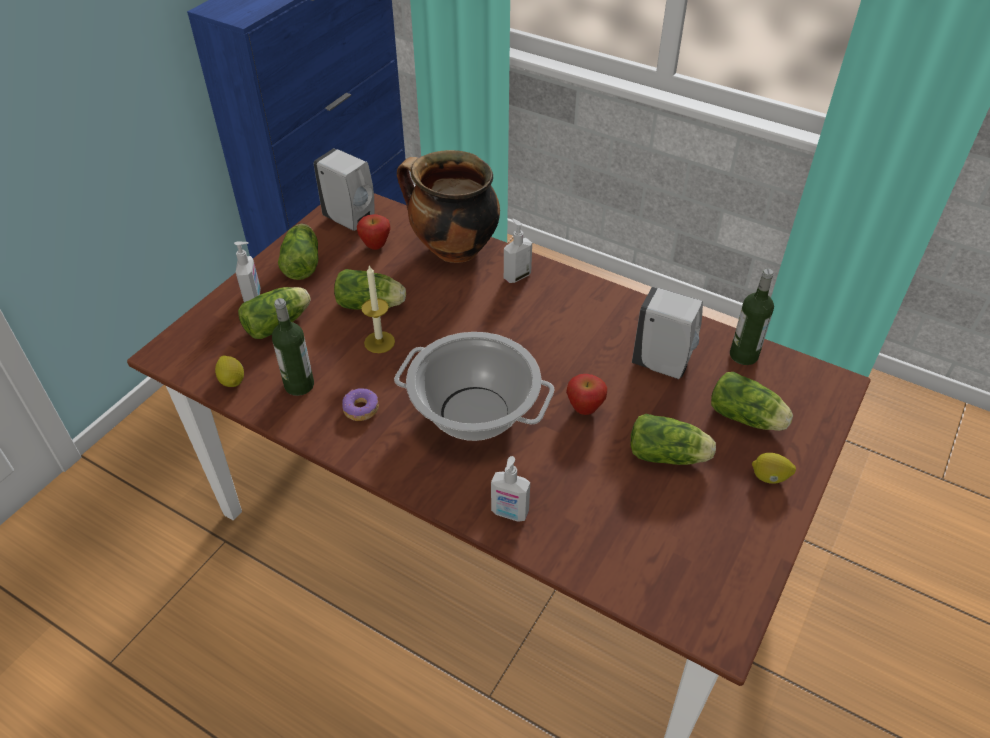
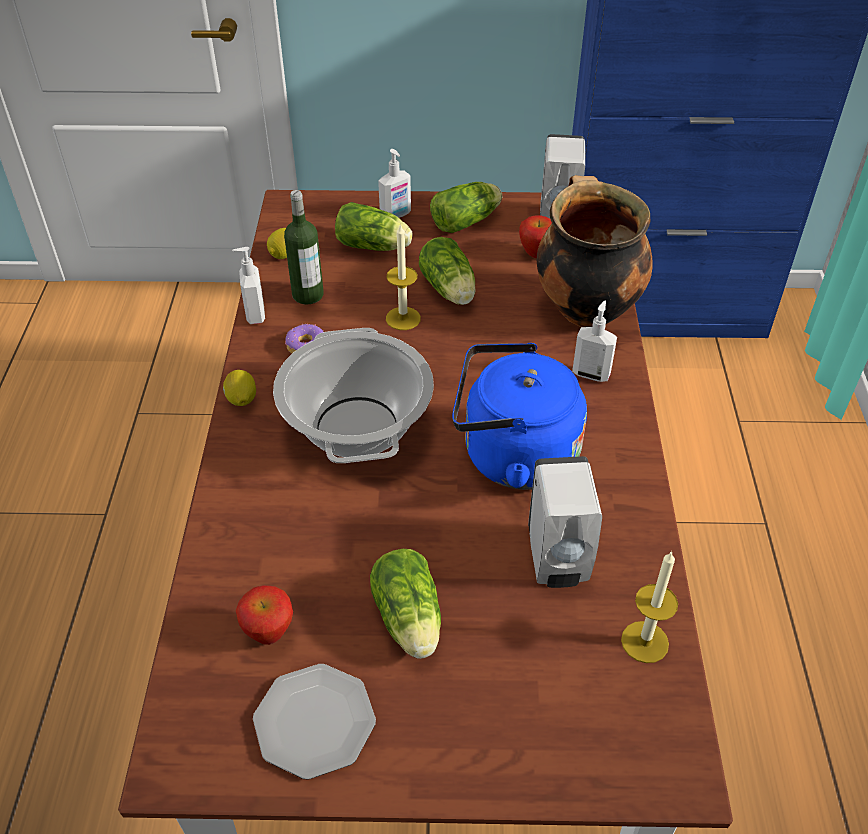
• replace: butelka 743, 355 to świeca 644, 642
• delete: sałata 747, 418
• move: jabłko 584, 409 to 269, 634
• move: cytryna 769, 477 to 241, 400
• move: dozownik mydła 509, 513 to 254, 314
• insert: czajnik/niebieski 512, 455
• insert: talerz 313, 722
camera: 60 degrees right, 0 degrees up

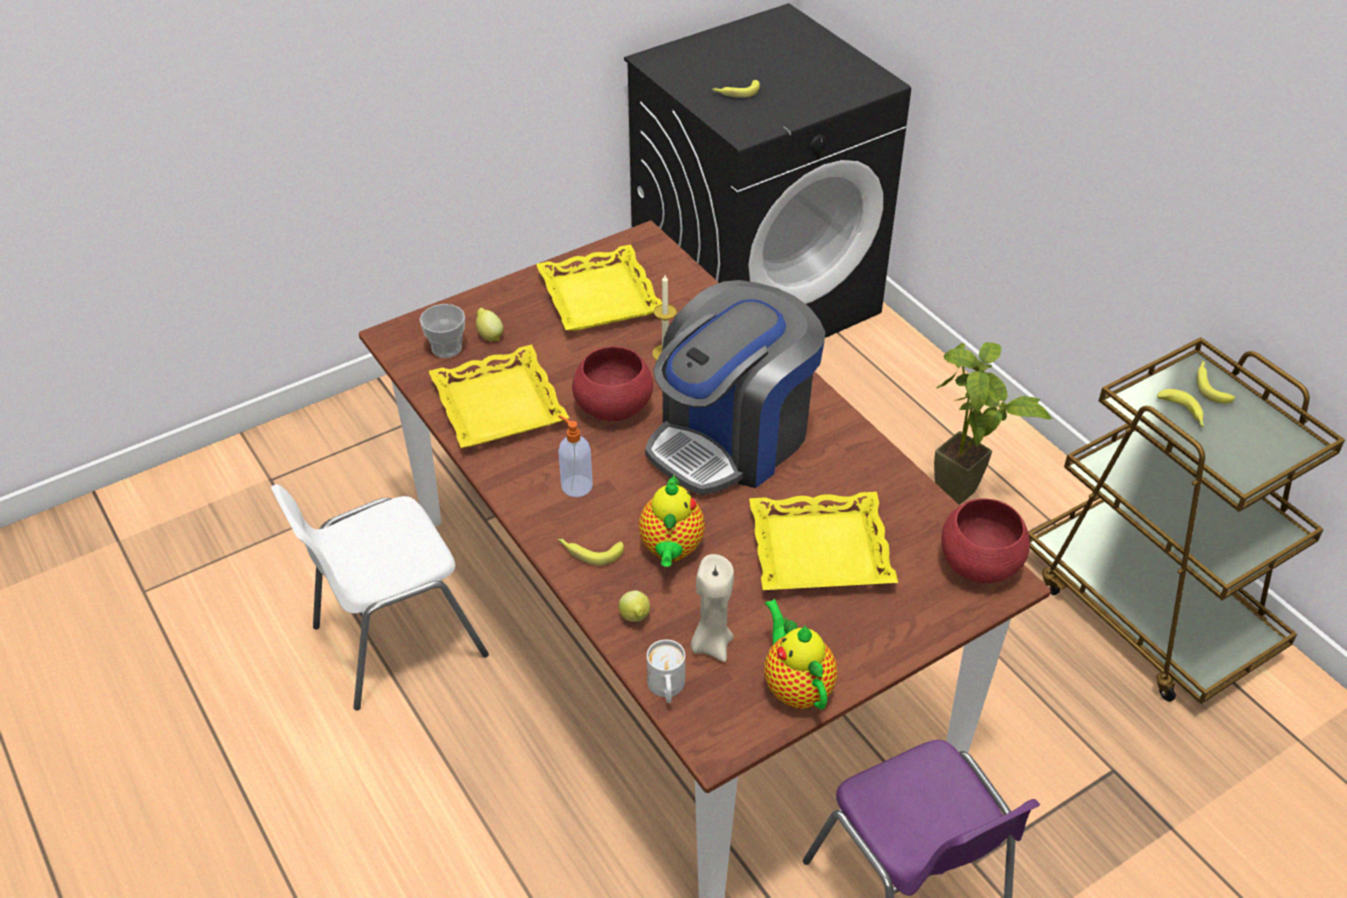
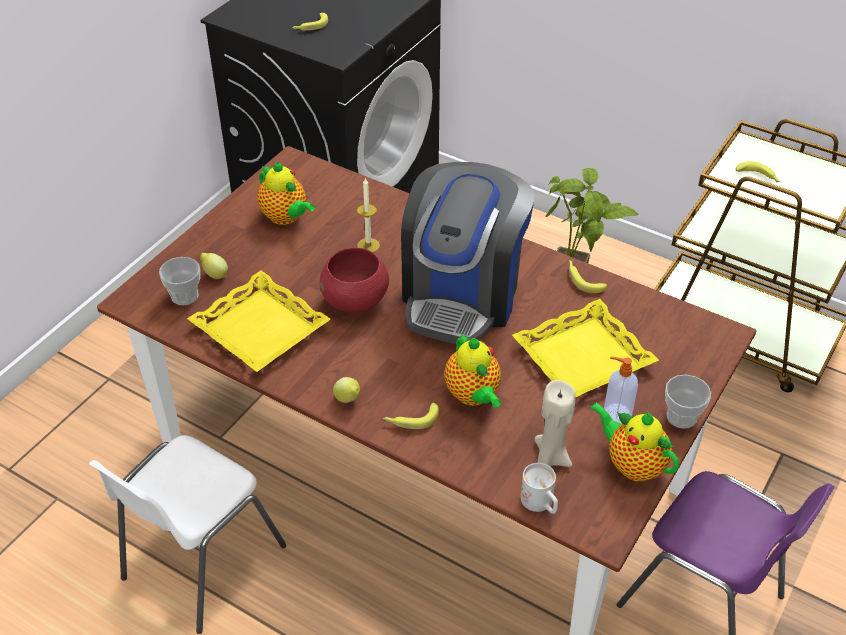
• replace: taca/żółty 598, 297 to imbryk 286, 217
• move: banan 1210, 385 to 583, 279
• move: dozownik mydła 576, 485 to 616, 413
• delete: miska/czerwony 978, 564
• move: cytryna 635, 618 to 348, 400
• insert: filiżanka 681, 417
camera: 25 degrees left, 0 degrees up

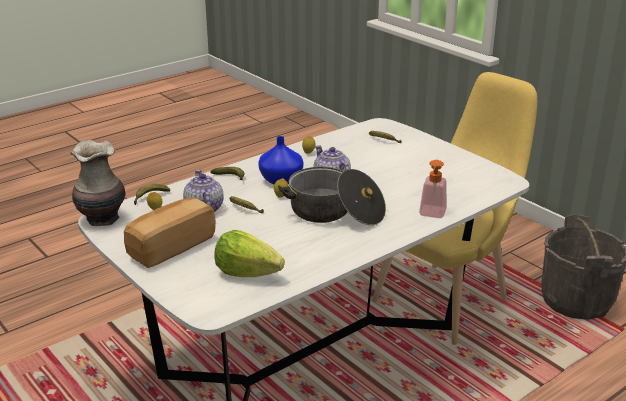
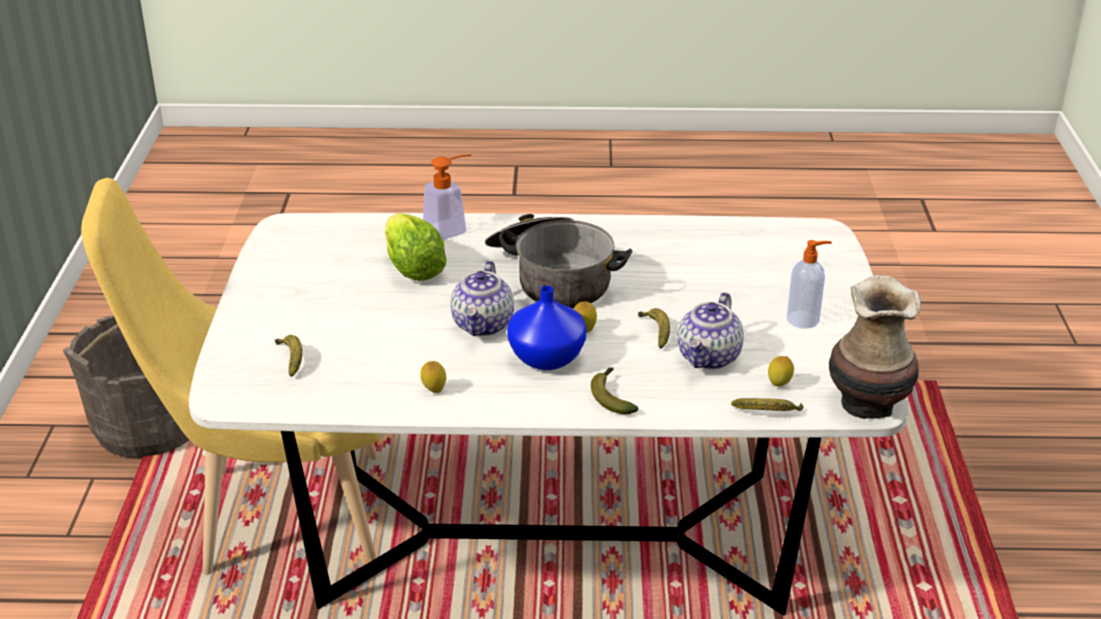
• replace: chleb 170, 247 to dozownik mydła 804, 320
• move: sałata 247, 273 to 413, 269
camera: 140 degrees left, 5 degrees up

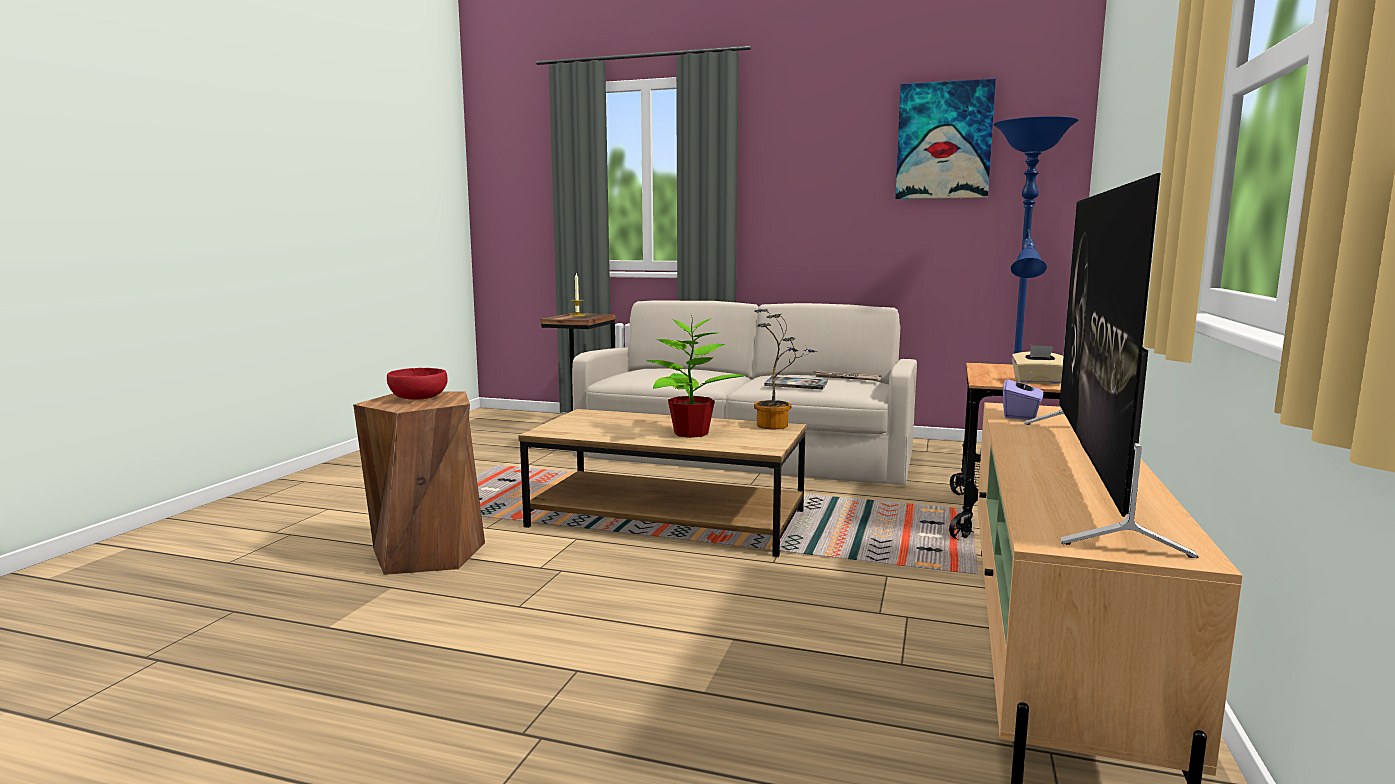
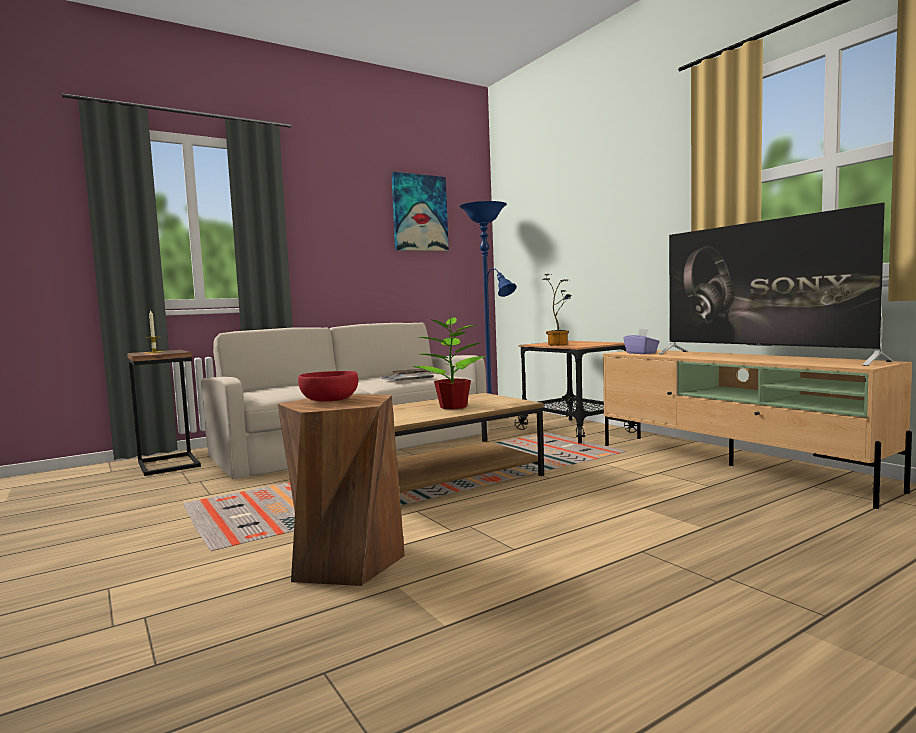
• move: roślina doniczkowa 777, 426 to 559, 344
• delete: pudełko chusteczek/beżowy 1037, 382
camera: 50 degrees left, 5 degrees down

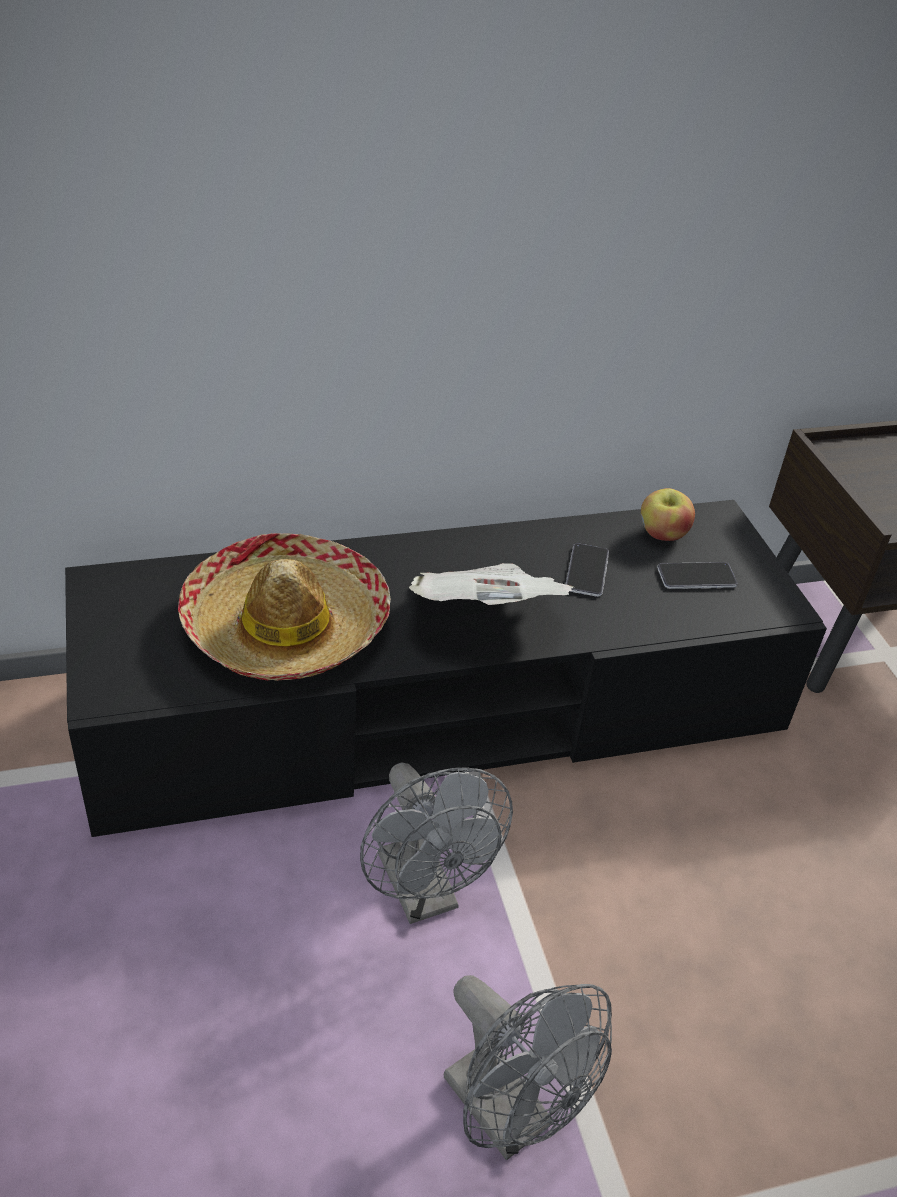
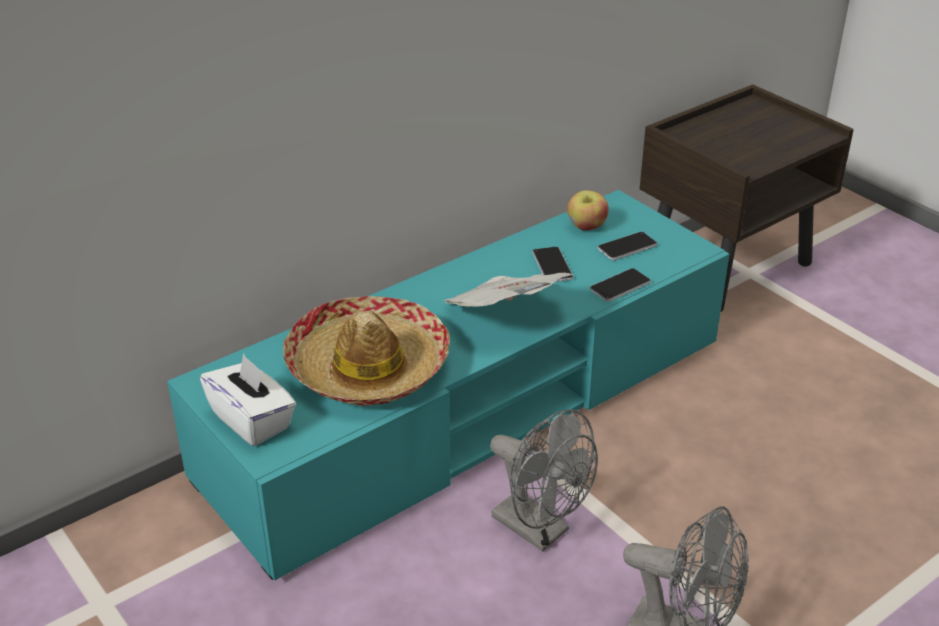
• recolor: szafka pod telewizor/czarny 438, 709 to szafka pod telewizor/turkusowy 469, 409
• insert: telefon 620, 286
• insert: pudełko chusteczek/biały 252, 420
camera: 20 degrees left, 5 degrees down

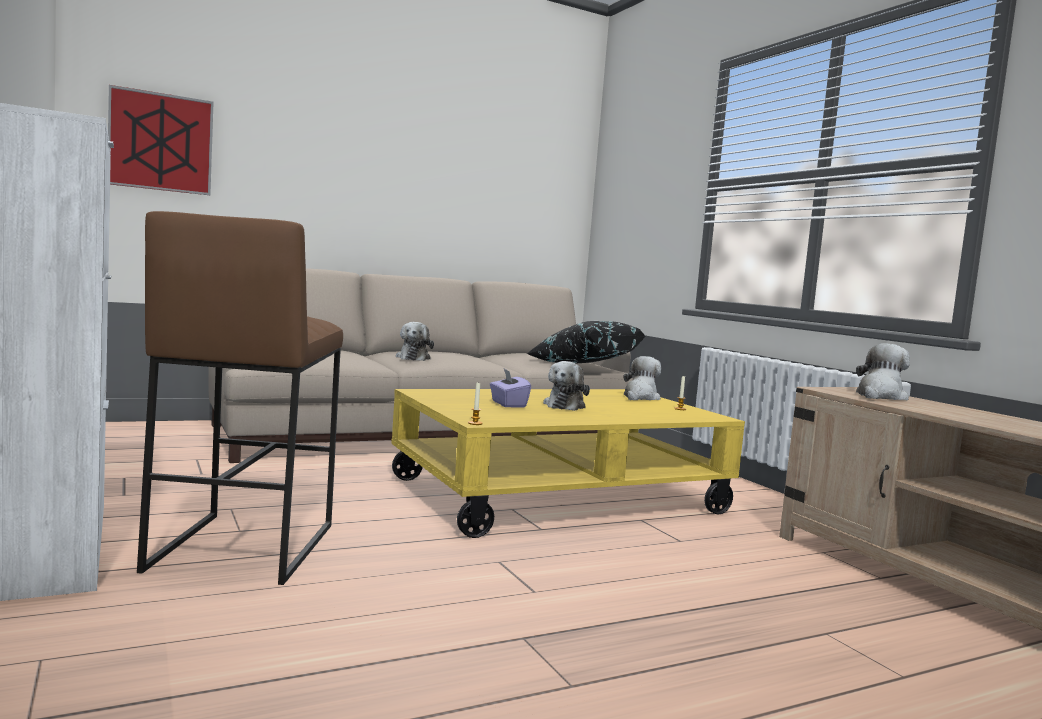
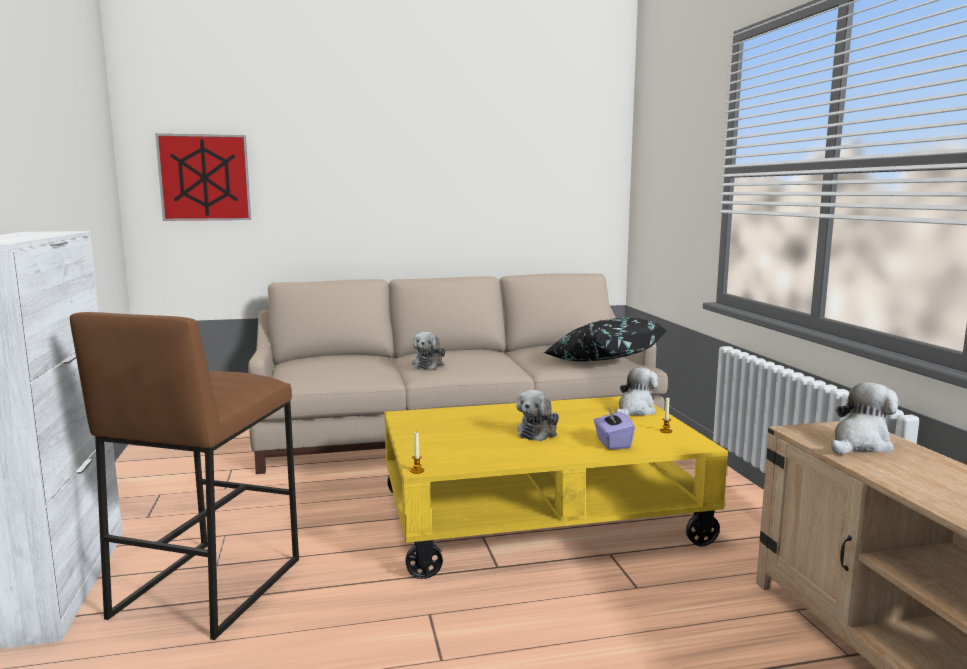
• move: pudełko chusteczek/fioletowy 508, 404 to 612, 443
camera: 15 degrees right, 5 degrees up

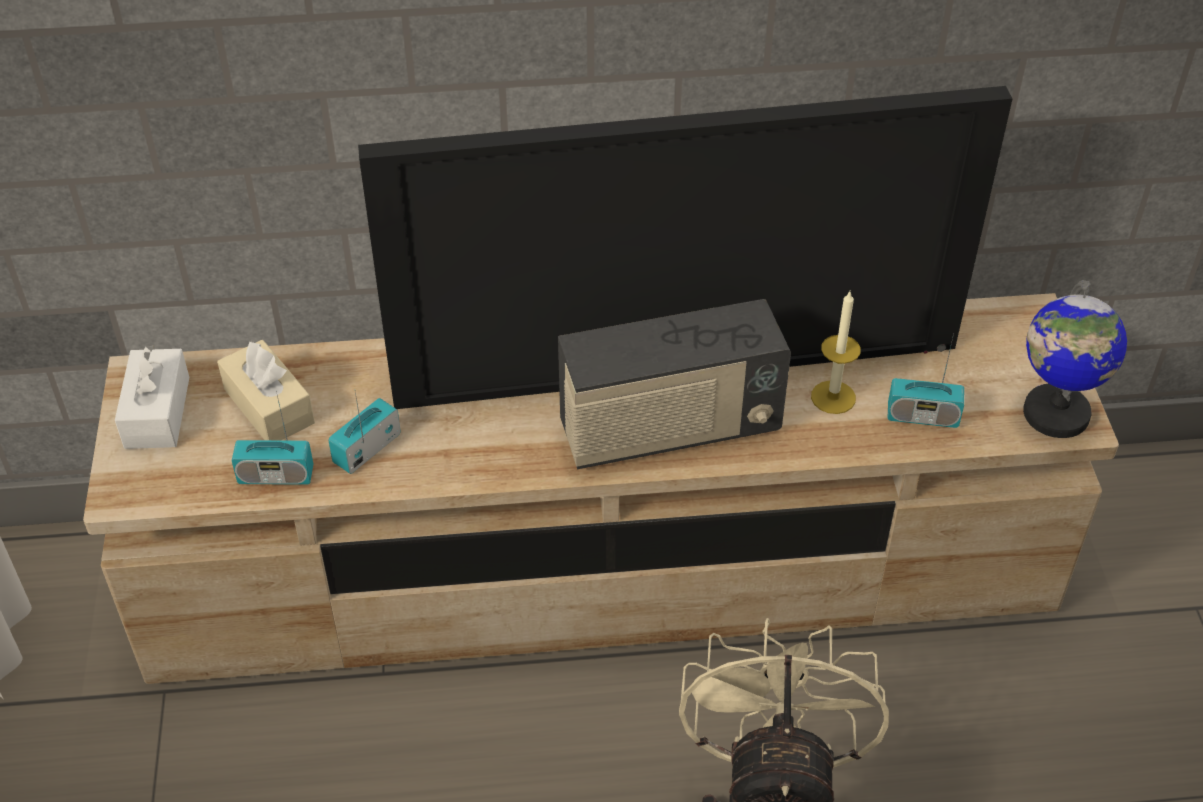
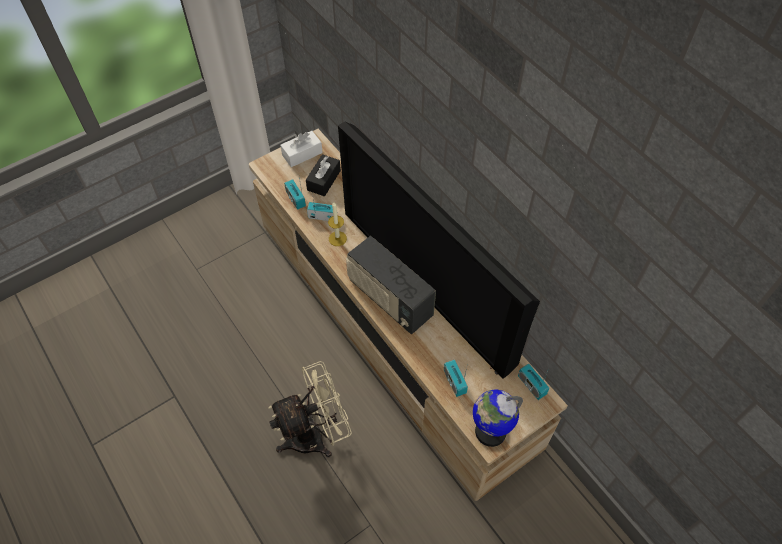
• move: świeca 833, 397 to 337, 238
• recolor: pudełko chusteczek/beżowy 269, 406 to pudełko chusteczek/czarny 324, 180
• insert: radio 531, 385
camera: 60 degrees right, 10 degrees up

